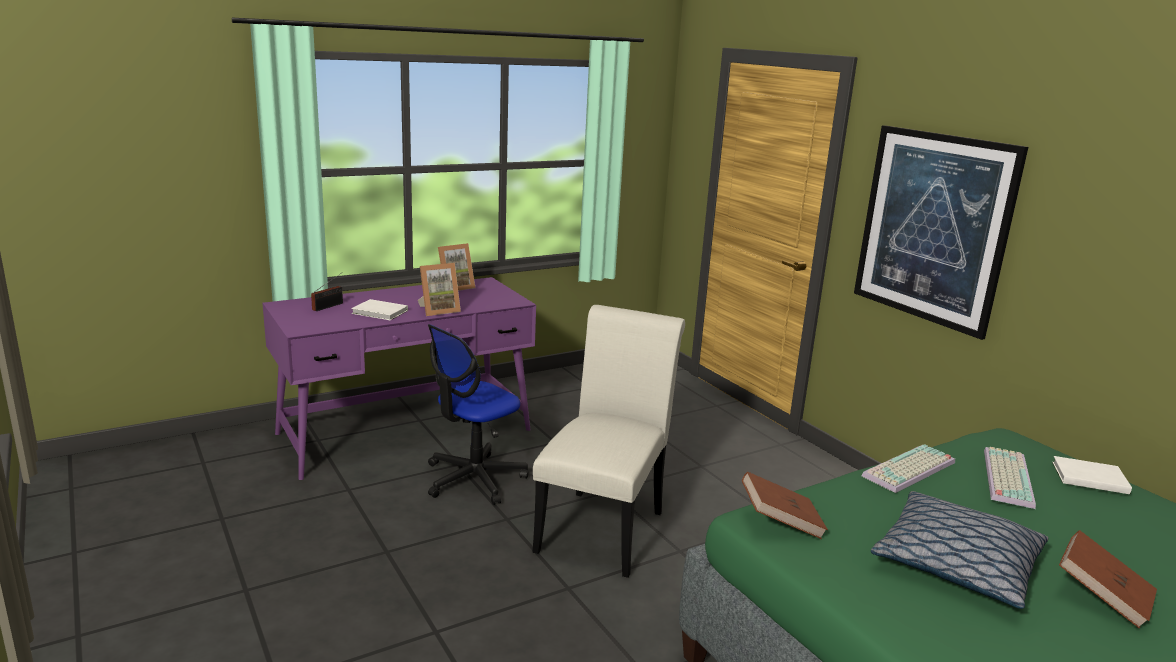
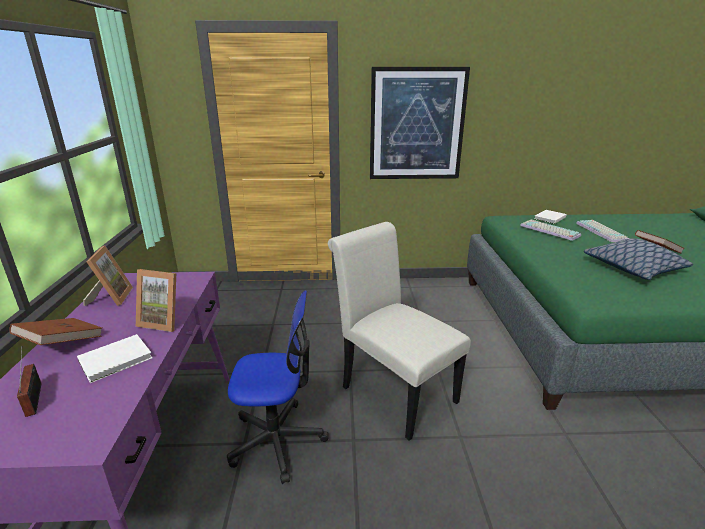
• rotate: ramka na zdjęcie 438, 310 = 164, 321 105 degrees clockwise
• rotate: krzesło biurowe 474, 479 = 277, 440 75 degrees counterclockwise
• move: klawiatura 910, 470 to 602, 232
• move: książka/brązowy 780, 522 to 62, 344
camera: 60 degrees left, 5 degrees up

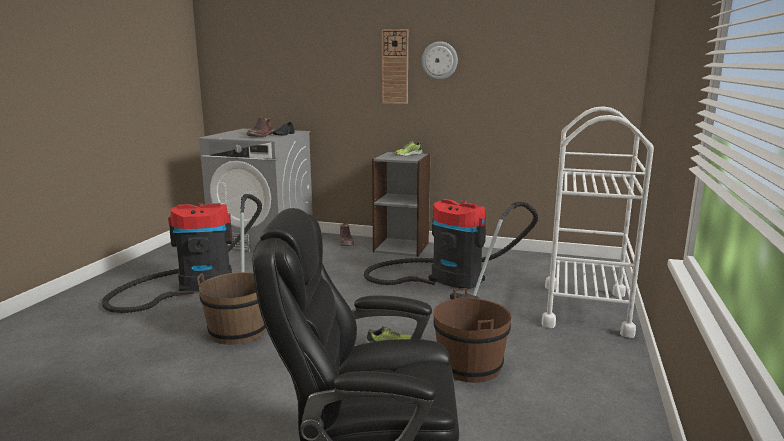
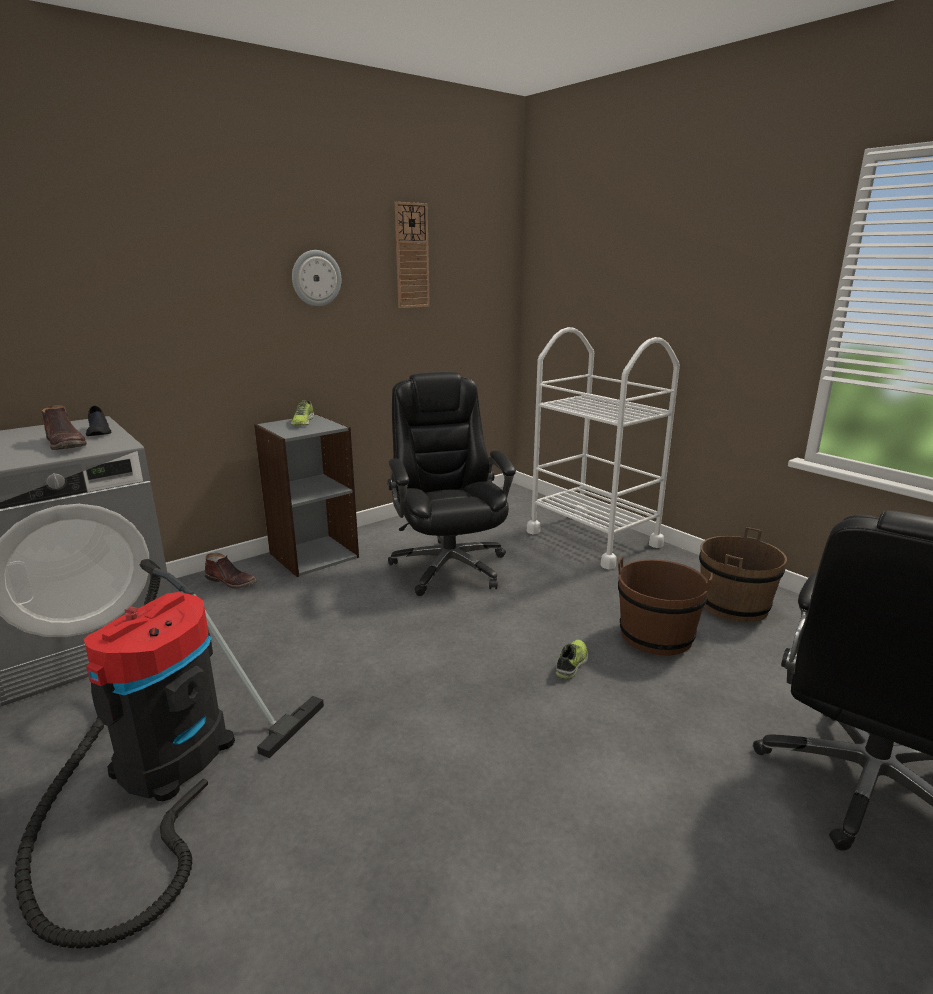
• move: zegar ścienny 395, 67 to 411, 256
• replace: odkurzacz 450, 279 to krzesło biurowe/czarny 449, 566
• move: wiadro/brązowy 238, 331 to 733, 605
camera: 55 degrees left, 5 degrees up

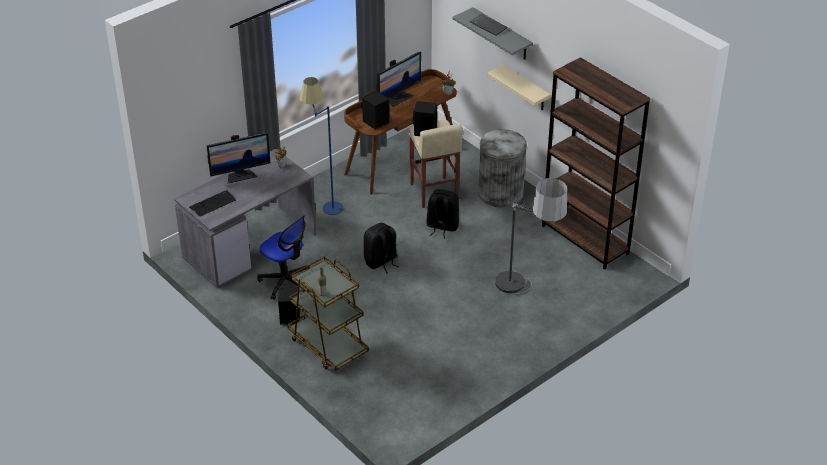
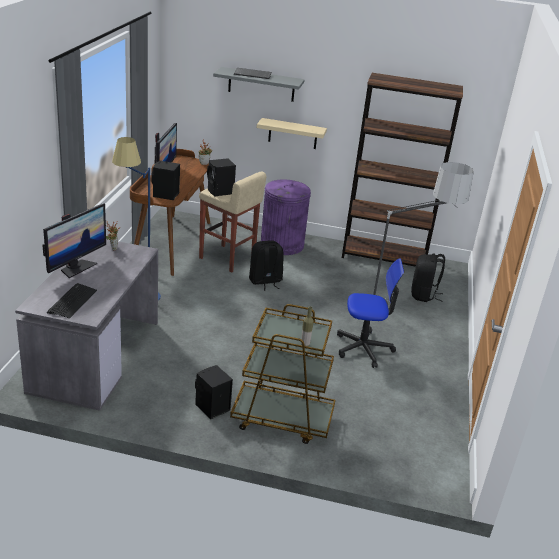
• recolor: kosz na śmieci/szary 500, 193 to kosz na śmieci/fioletowy 282, 245
• move: krzesło biurowe 286, 281 to 363, 348
• move: plecak/czarny 381, 262 to 423, 295
camera: 40 degrees left, 10 degrees down

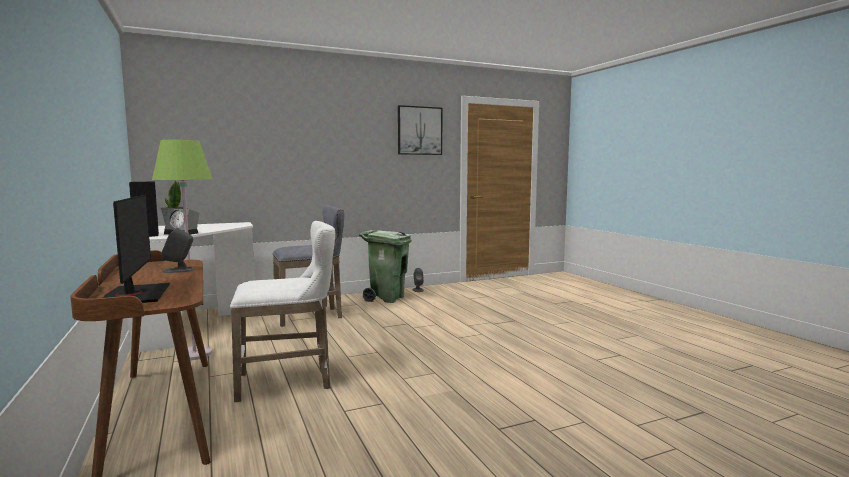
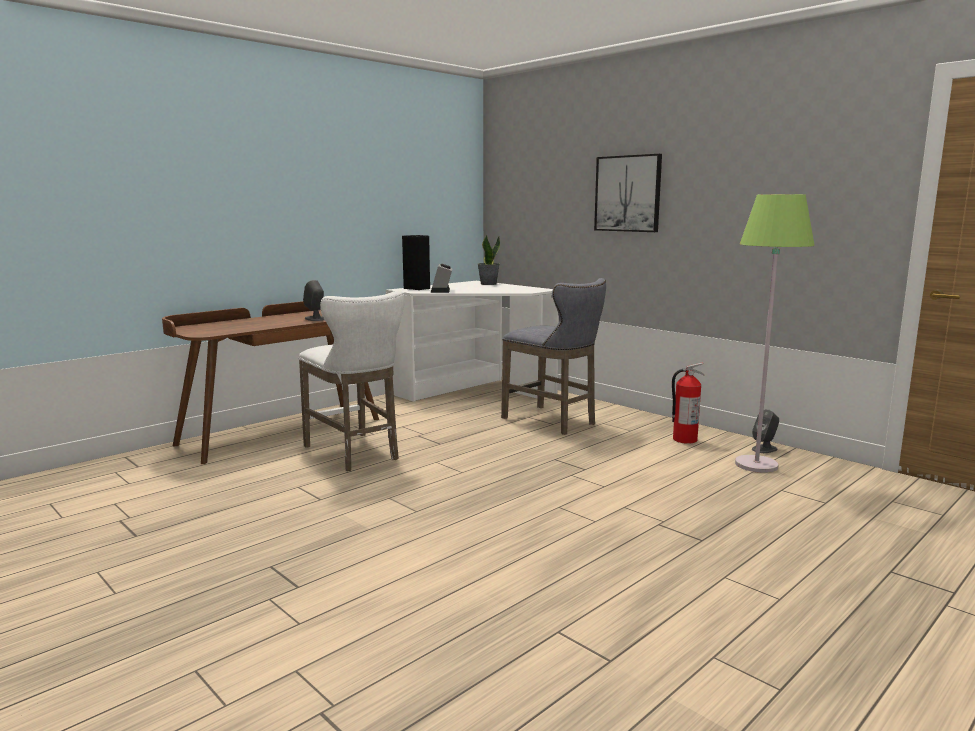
• move: obraz 419, 130 to 628, 193
• move: lampa stojąca/zielony 195, 354 to 756, 465
• delete: monitor 135, 295
• replace: kosz na śmieci/zielony 387, 298 to gaśnica 684, 439
camera: 70 degrees right, 5 degrees up

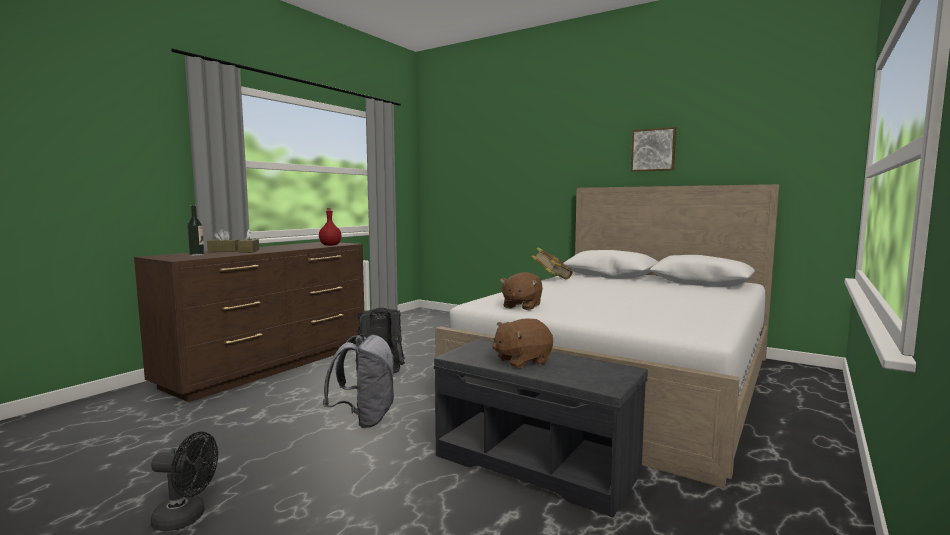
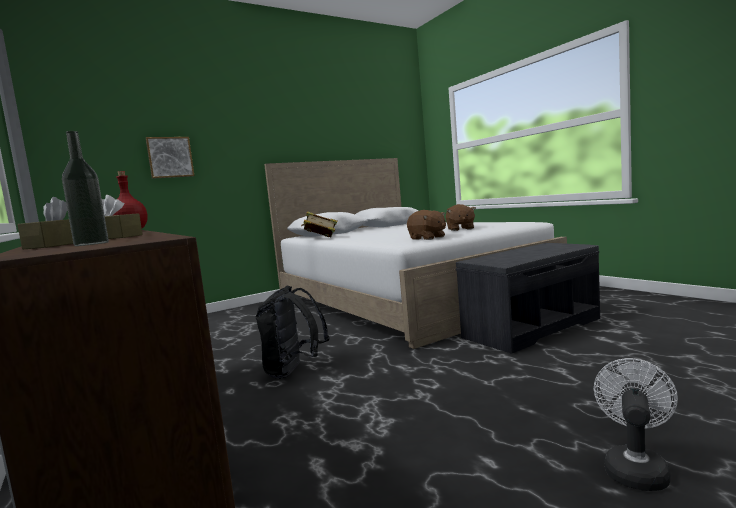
• move: obraz 653, 150 to 170, 157
• move: pluszak/brązowy 522, 361 to 460, 229
• delete: plecak/szary 365, 419
• recolor: wentylator/czarny 187, 518 to wentylator/biały 635, 467
camera: 65 degrees left, 0 degrees up

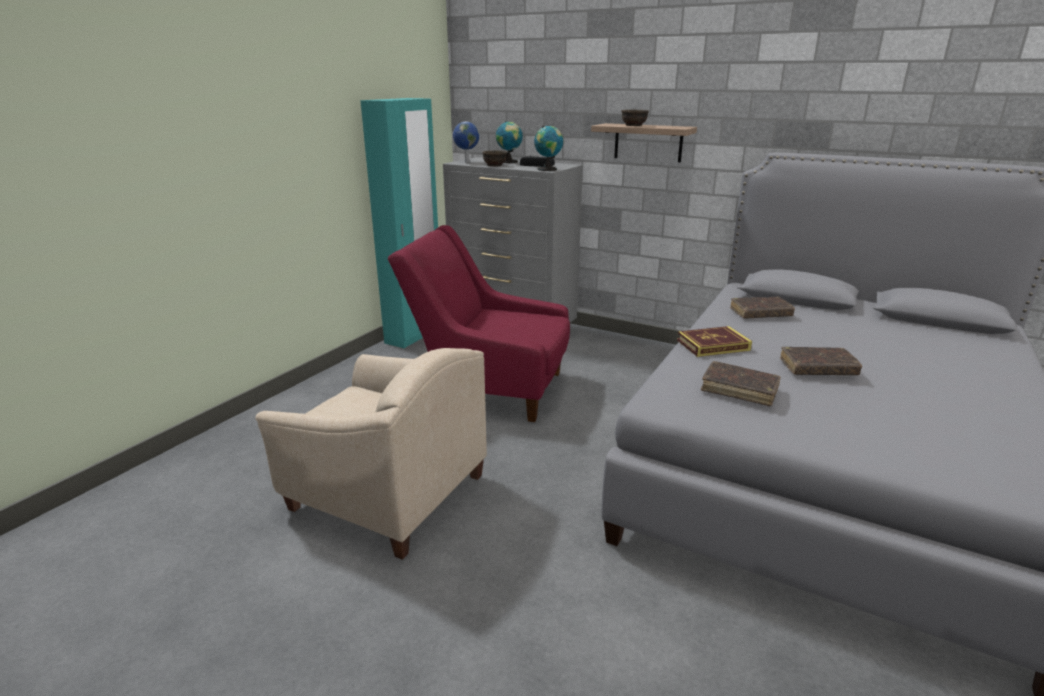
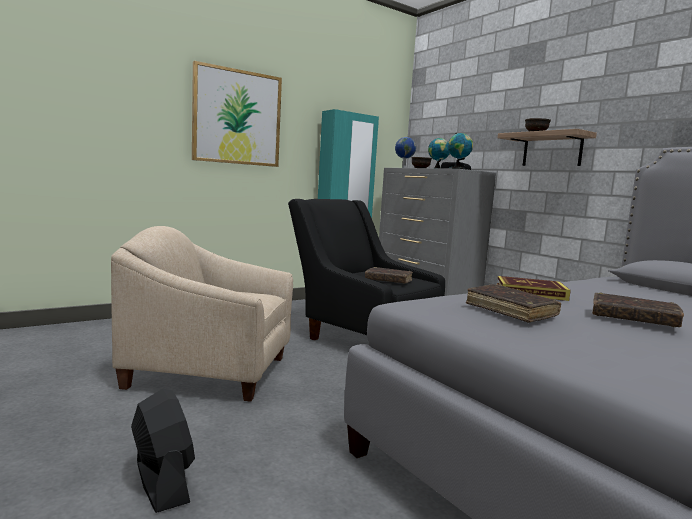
• recolor: fotel/czerwony 490, 388 to fotel/czarny 363, 336
• move: książka/brązowy 760, 313 to 388, 280
• rotate: fotel/beżowy 386, 494 = 210, 372 135 degrees clockwise
• insert: obraz 237, 117
• insert: wentylator/czarny 162, 482
camera: 25 degrees right, 15 degrees down

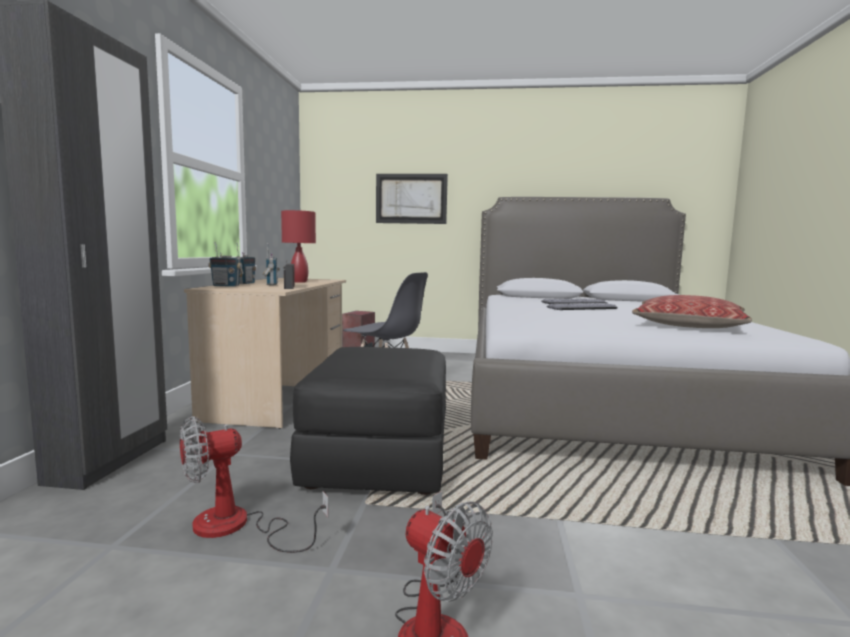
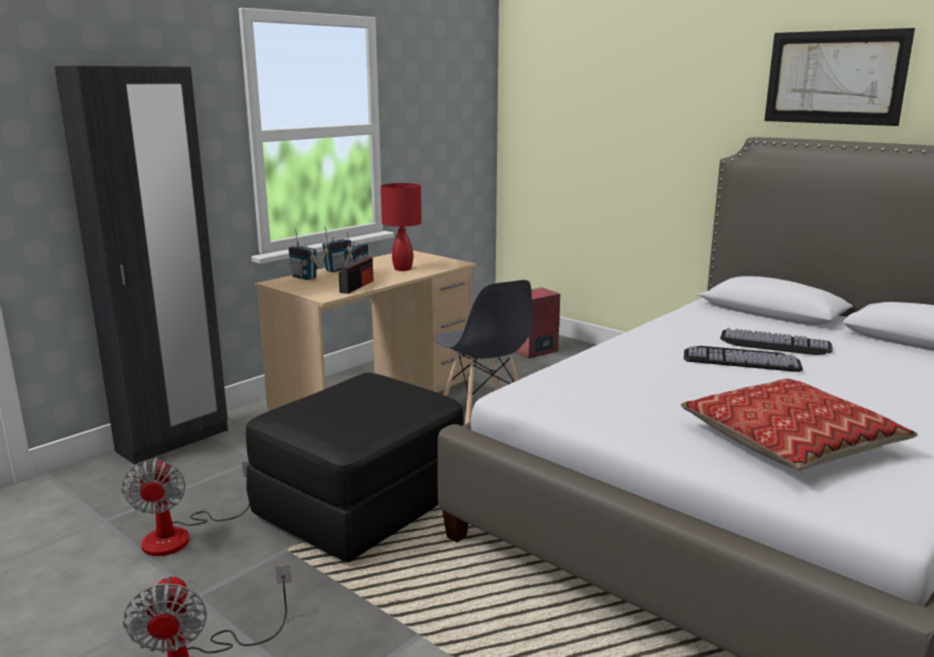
• move: obraz 411, 198 to 834, 77
• rotate: wentylator 236, 527 = 182, 535 105 degrees counterclockwise
camera: 35 degrees right, 10 degrees up

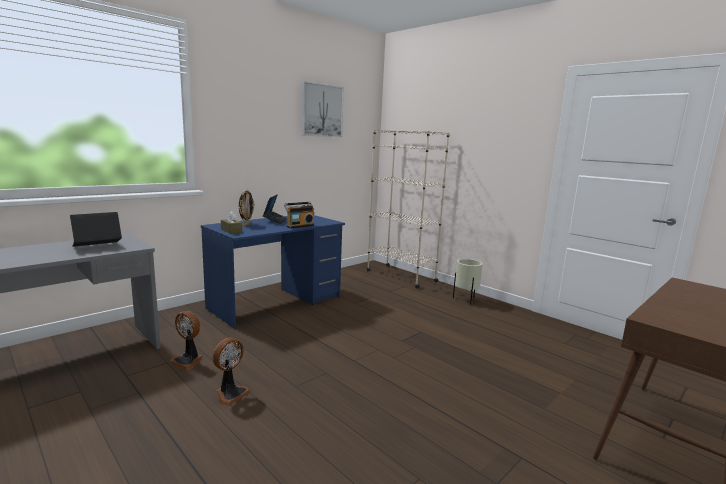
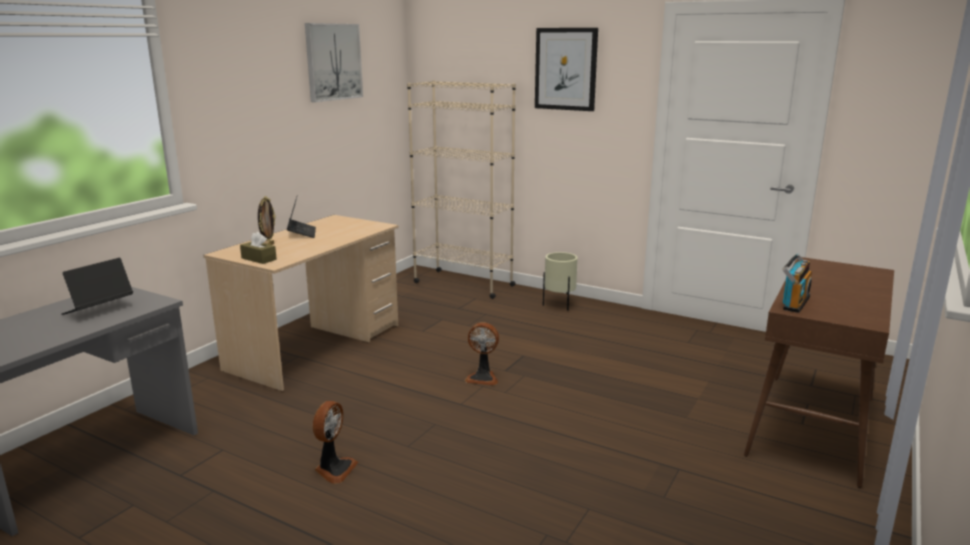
• move: radio 299, 226 to 793, 302
• recolor: biurko/niebieski 276, 302 to biurko/beżowy 316, 347
• move: wentylator 188, 360 to 483, 378
• insert: obraz 566, 69
camera: 15 degrees left, 5 degrees up

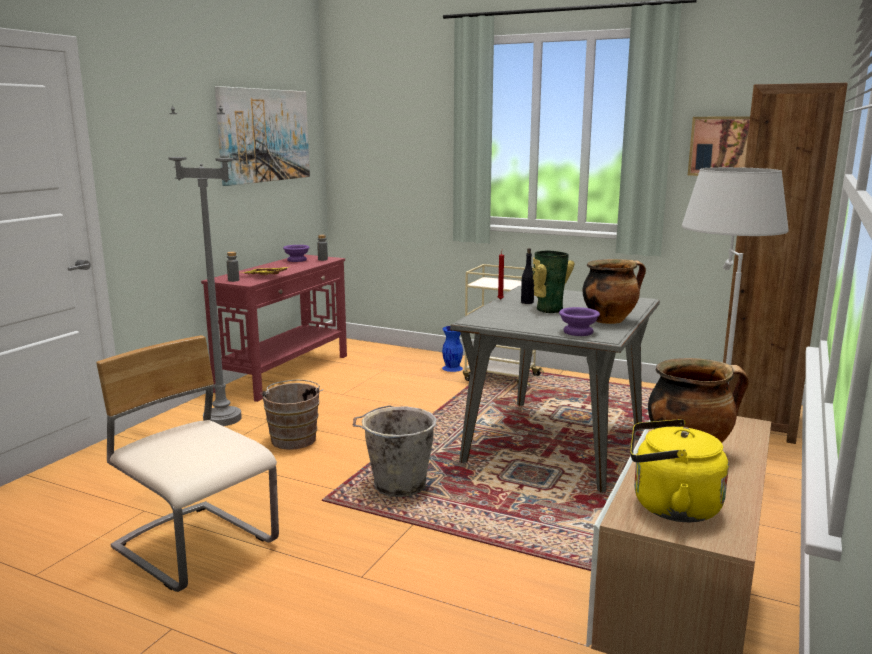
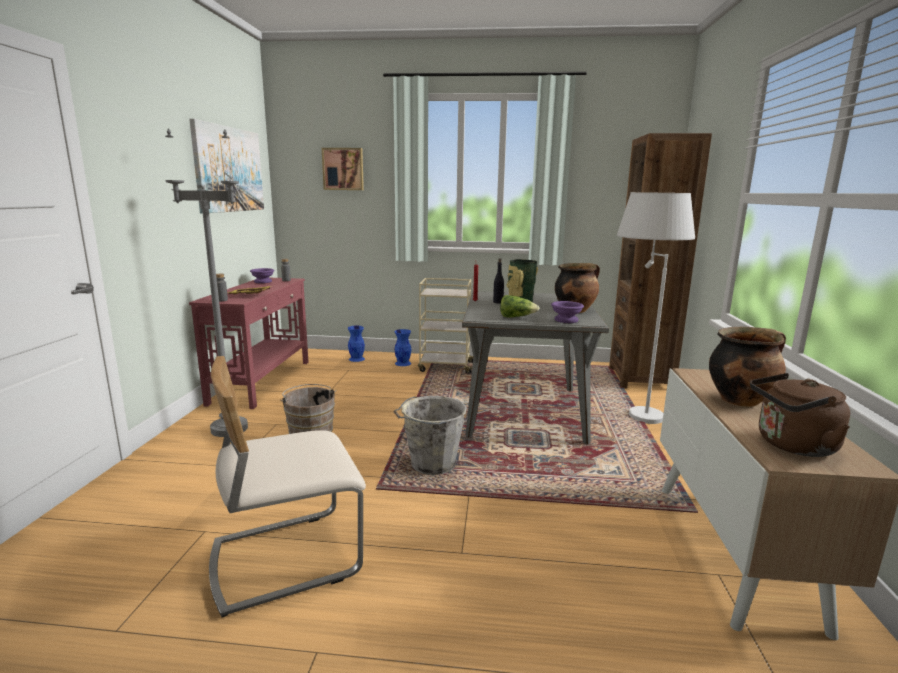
• move: obraz 721, 146 to 343, 169
• rotate: krzesło/beżowy 196, 547 = 285, 557 45 degrees counterclockwise
• recolor: czajnik/żółty 670, 506 to czajnik/brązowy 792, 445
• insert: sałata 516, 317
• insert: wazon/niebieski 357, 359
camera: 20 degrees left, 0 degrees up

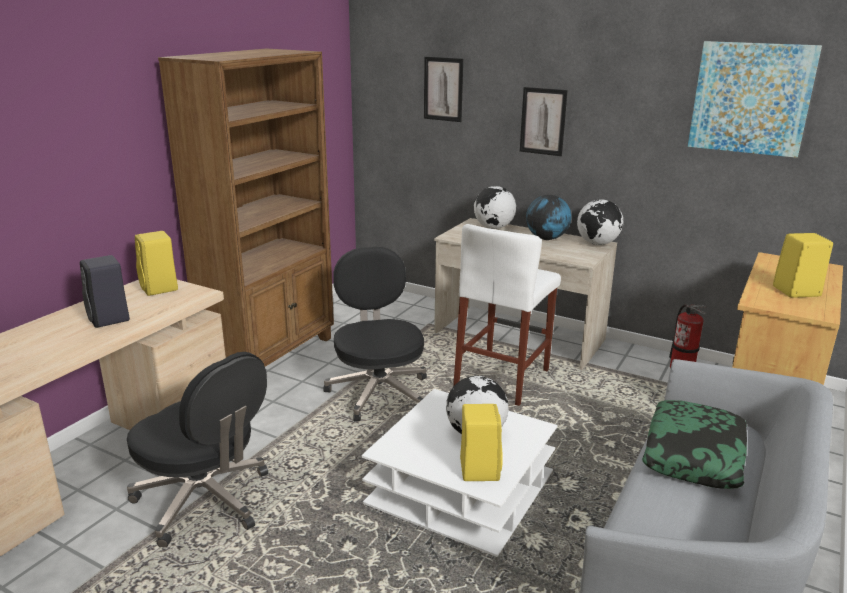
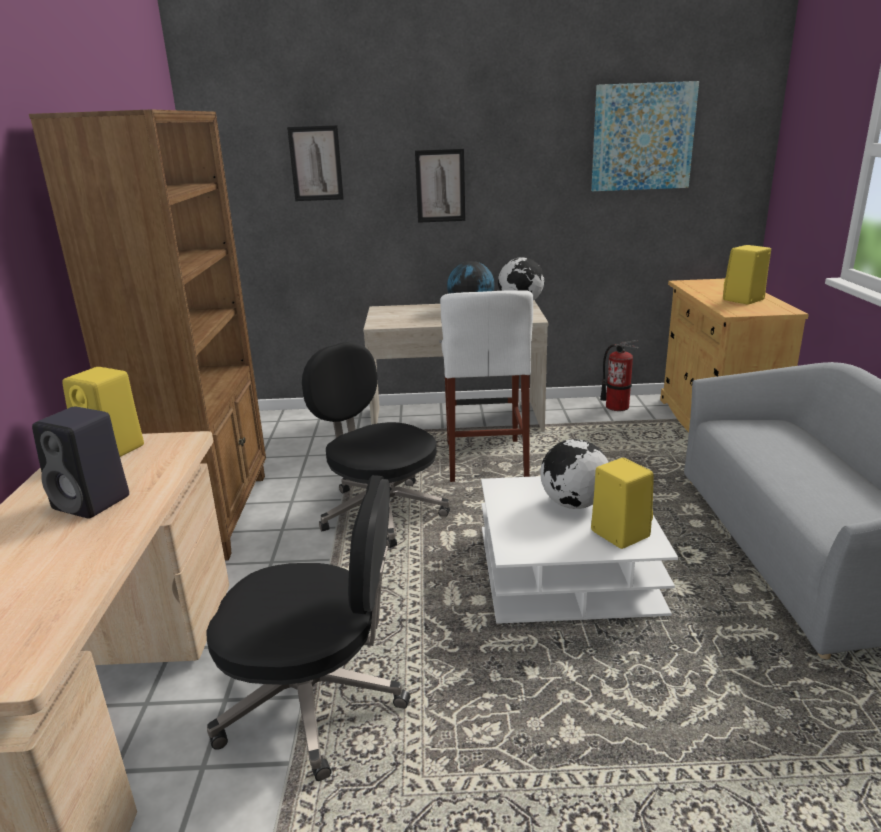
• delete: globus 493, 228
• delete: poduszka 694, 455
camera: 30 degrees left, 0 degrees up

